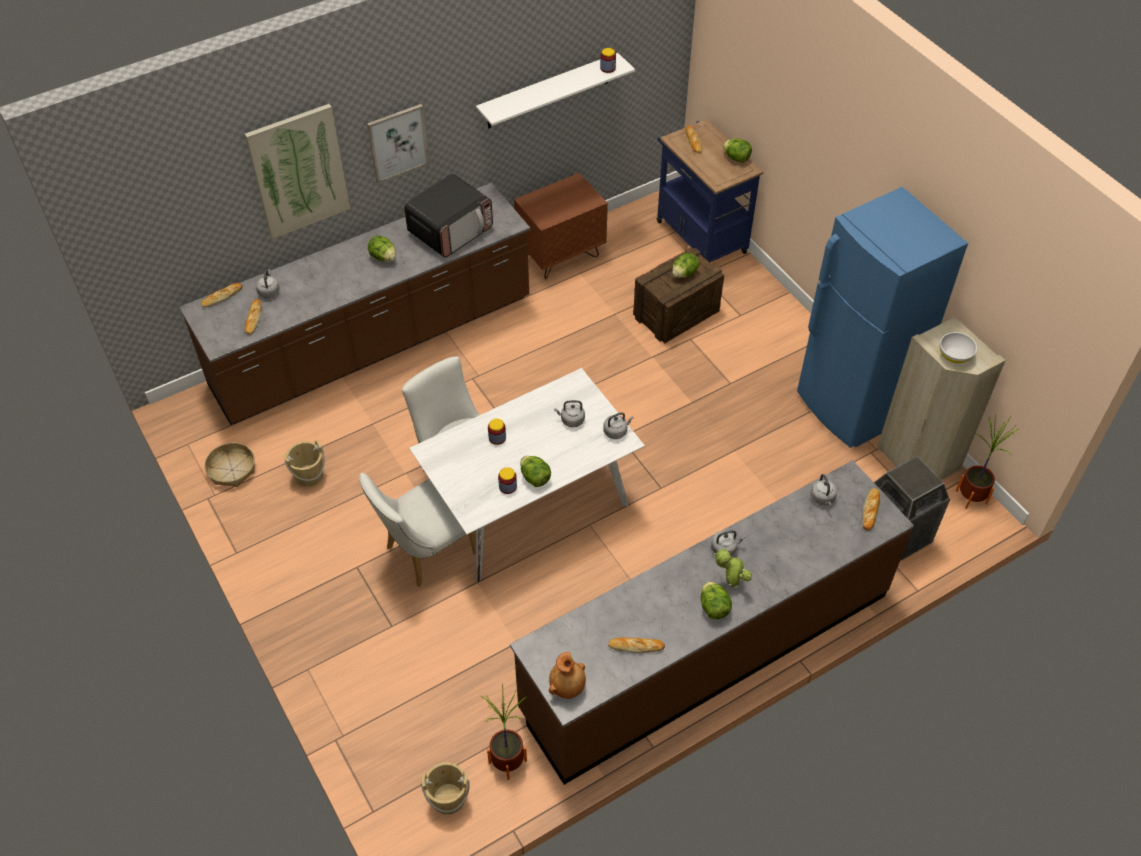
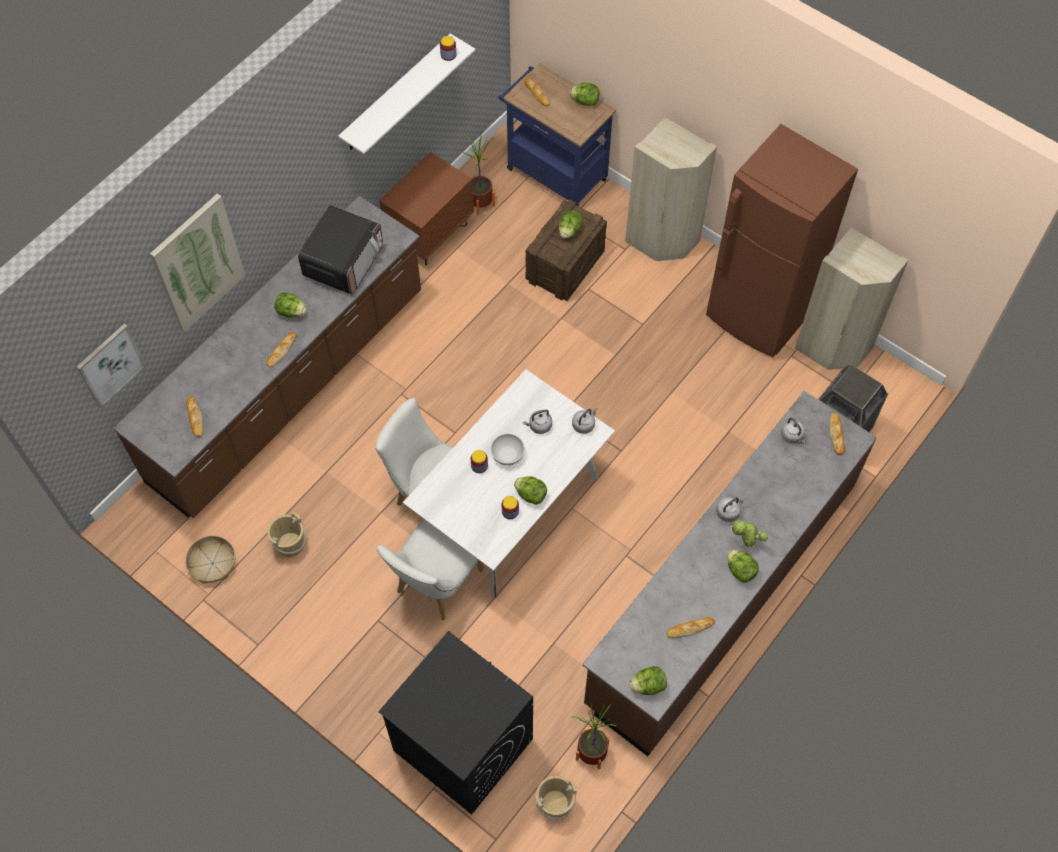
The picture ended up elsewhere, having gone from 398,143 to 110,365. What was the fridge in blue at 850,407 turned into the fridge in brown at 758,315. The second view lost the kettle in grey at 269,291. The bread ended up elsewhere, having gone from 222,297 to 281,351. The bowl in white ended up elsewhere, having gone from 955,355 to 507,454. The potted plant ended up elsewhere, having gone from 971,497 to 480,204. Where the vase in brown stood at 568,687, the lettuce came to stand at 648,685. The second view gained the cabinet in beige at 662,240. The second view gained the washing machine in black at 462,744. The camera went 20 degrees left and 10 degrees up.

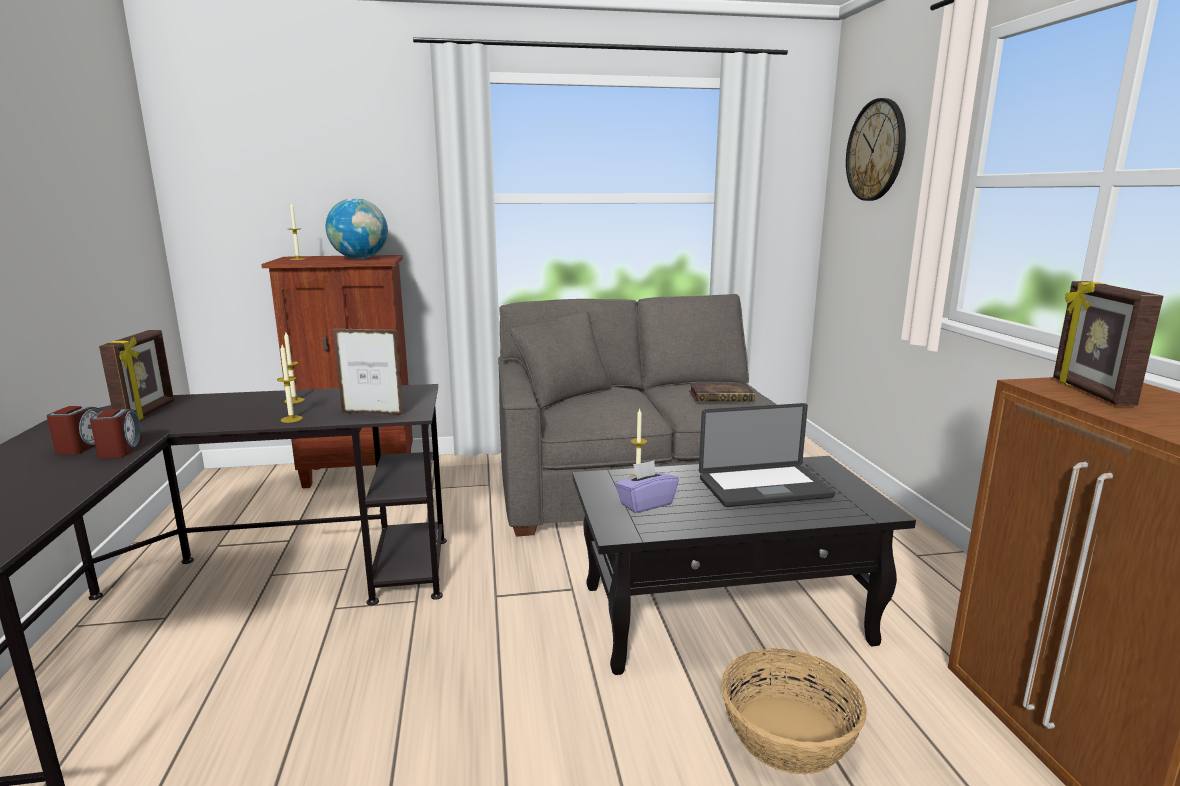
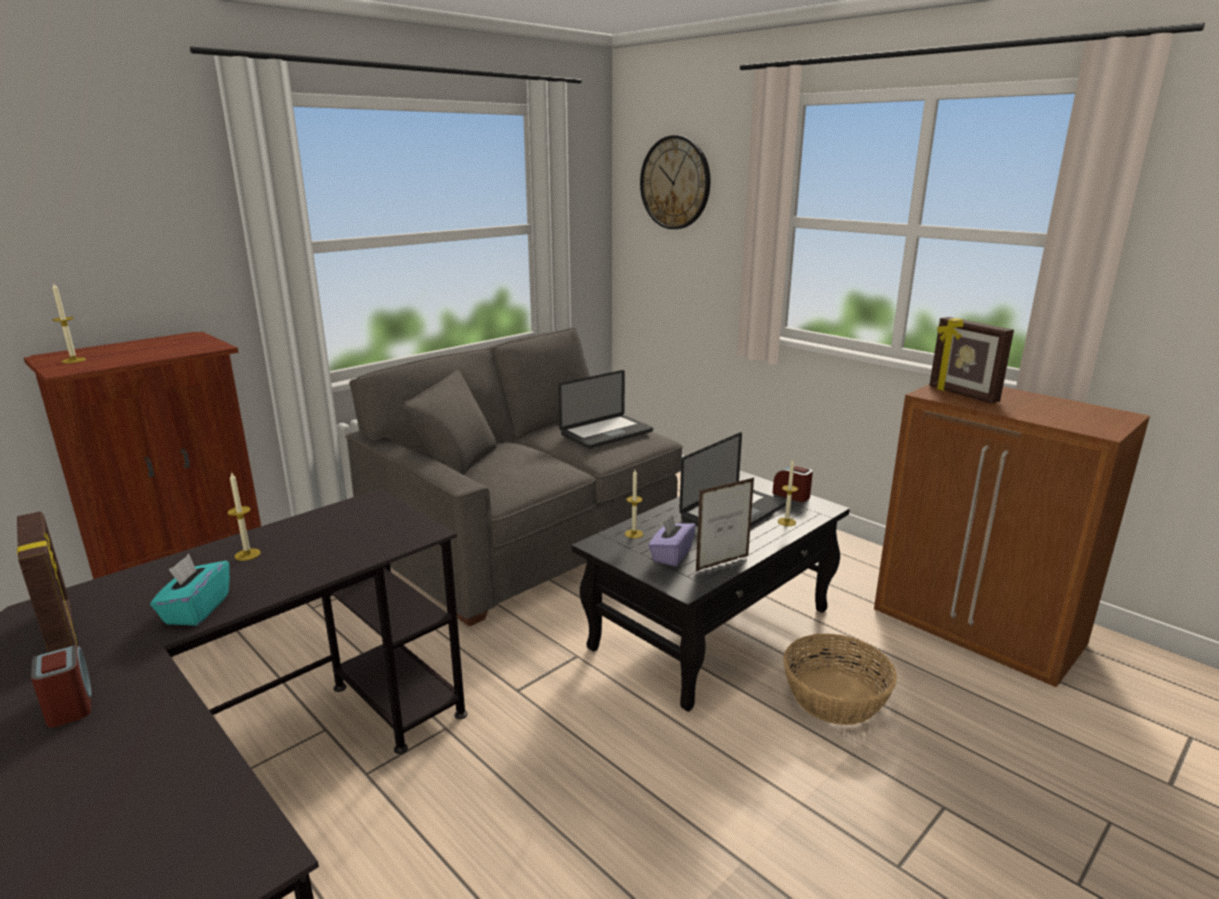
The second view lost the globe at 360,258. The picture frame ended up elsewhere, having gone from 372,414 to 722,563. The candle ended up elsewhere, having gone from 291,419 to 786,522. Where the book stood at 722,396, the laptop came to stand at 606,433. The alarm clock ended up elsewhere, having gone from 120,449 to 792,495. The second view gained the tissue box in turquoise at 196,610. The camera went 35 degrees left and 5 degrees up.

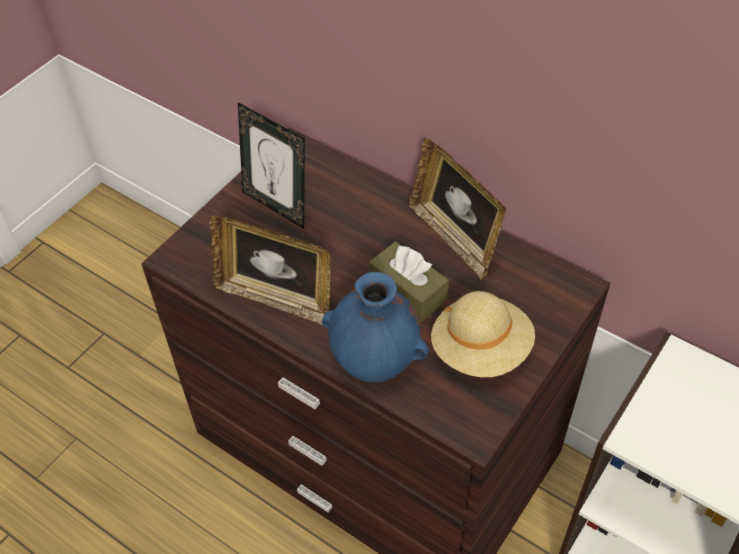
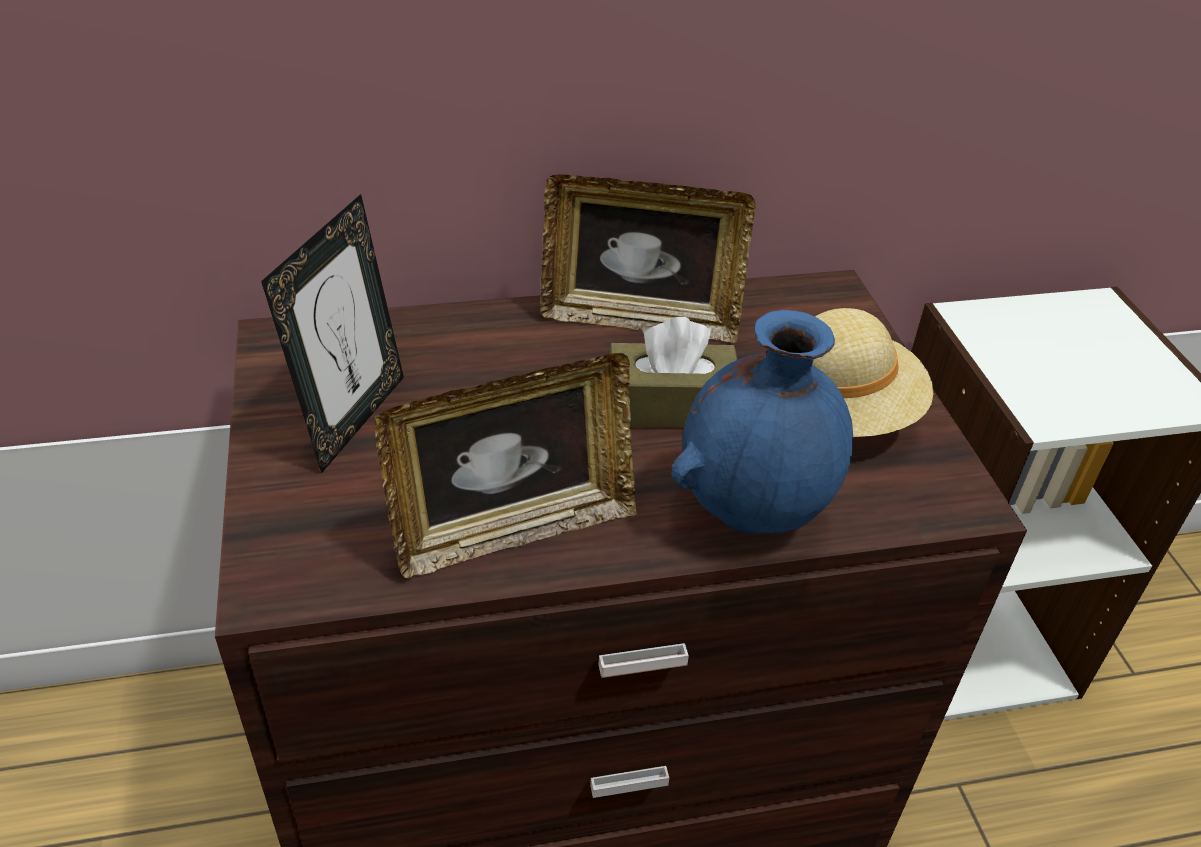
The picture frame at 277,206 ended up facing another way, 60 degrees counterclockwise from before. The camera went 50 degrees left and 10 degrees down.

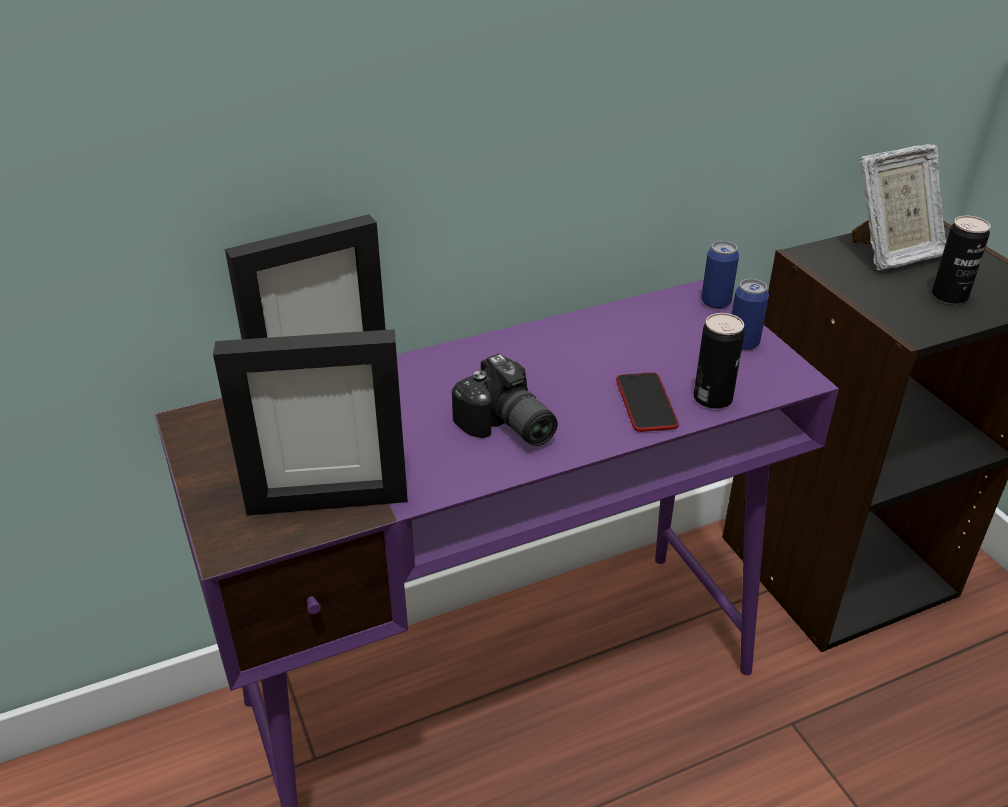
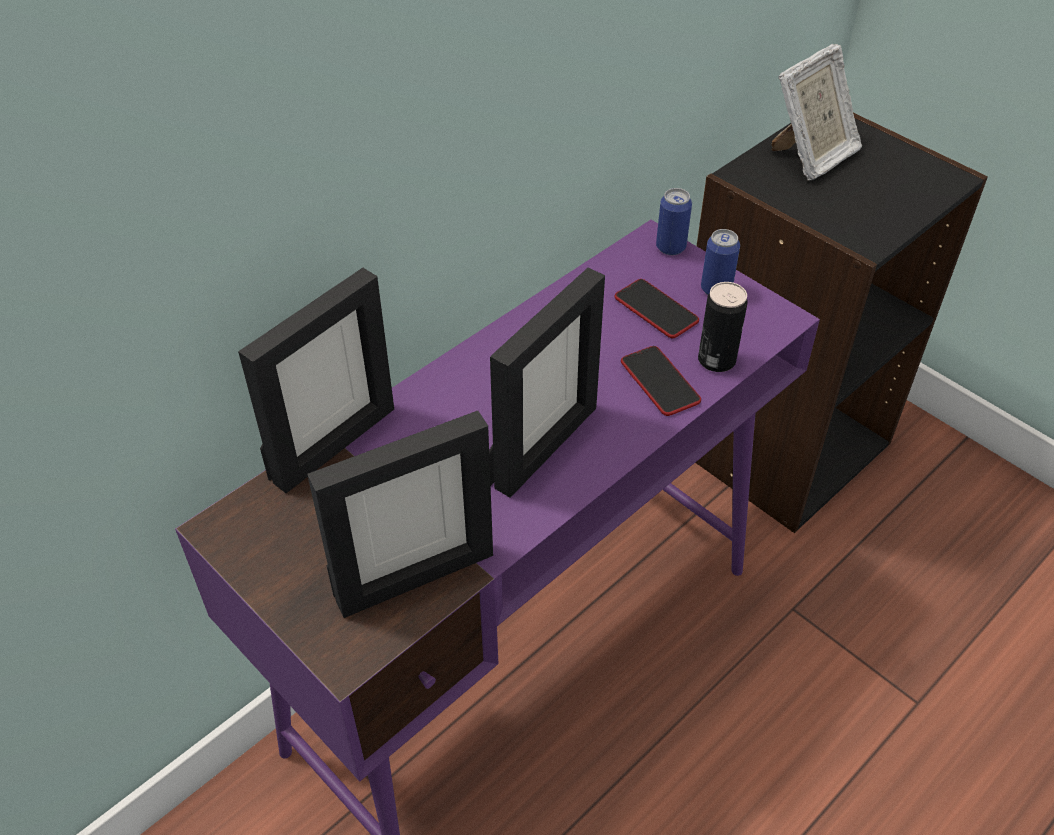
The second view lost the can at 949,296. Where the photo camera stood at 506,428, the picture frame came to stand at 544,445. The second view gained the phone at 656,310. The camera went 20 degrees left and 10 degrees up.

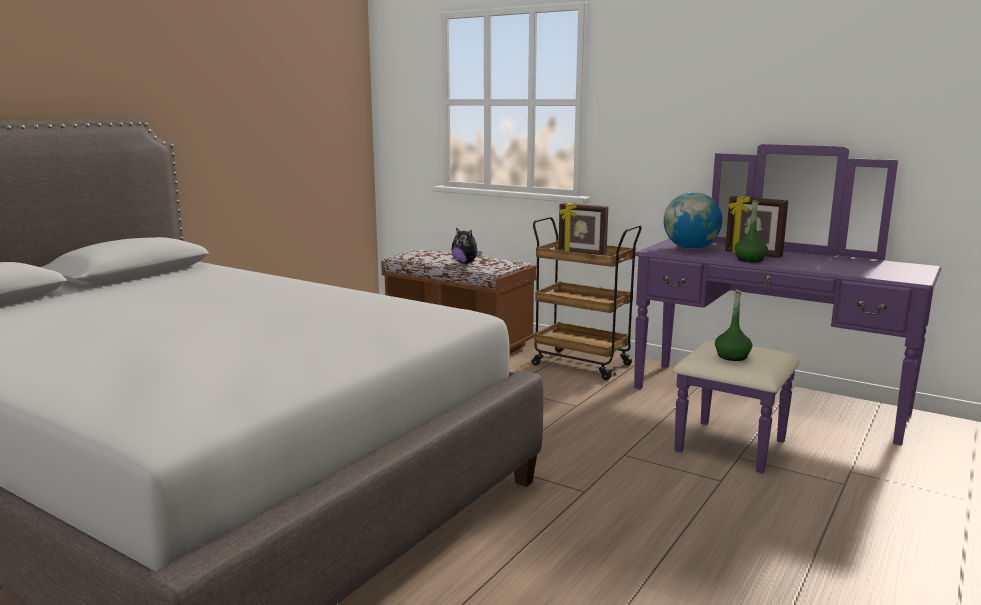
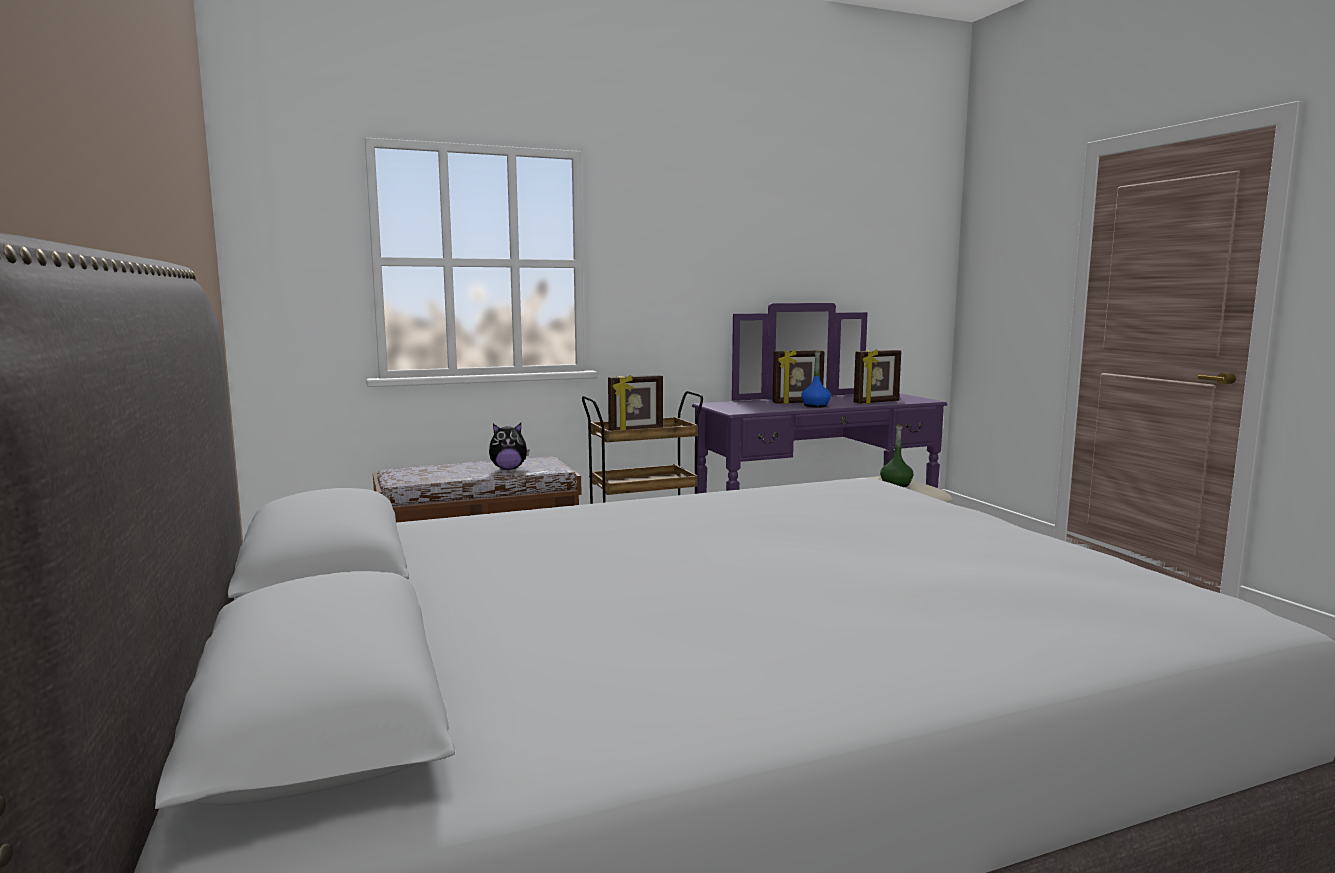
The second view lost the globe at 690,248. What was the bottle in green at 749,260 turned into the bottle in blue at 815,406. The second view gained the picture frame at 877,402. The camera went 55 degrees left and 5 degrees down.

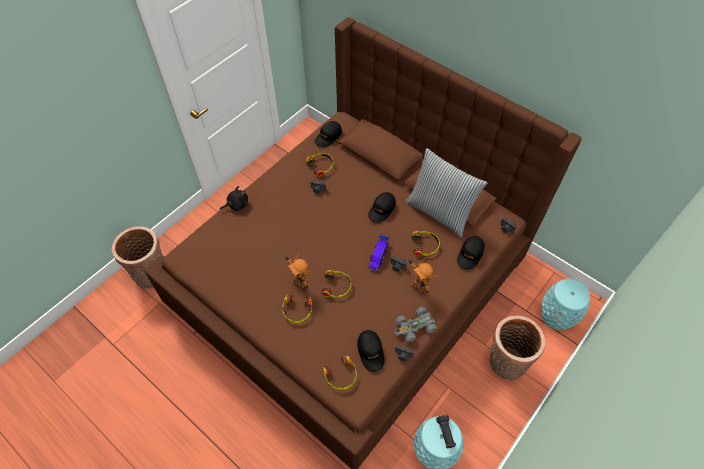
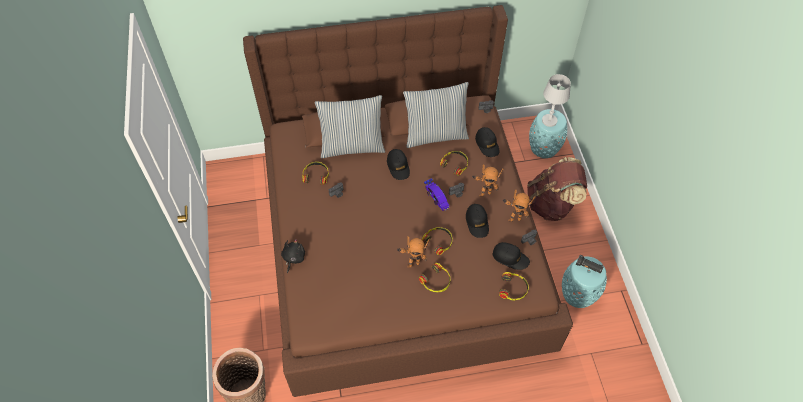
The cap in black ended up elsewhere, having gone from 328,137 to 477,223. Where the toy car in grey stood at 414,327, the toy robot came to stand at 514,218. Where the basket stood at 504,363, the backpack in brown came to stand at 551,204. The second view gained the table lamp in white at 549,120. The second view gained the pillow at 352,146. The camera went 50 degrees left and 0 degrees up.

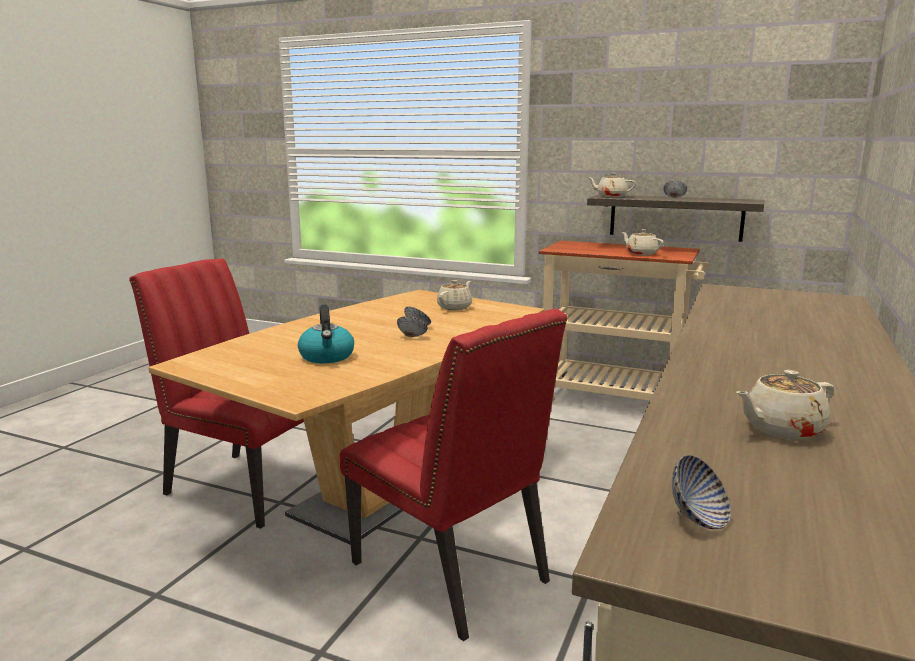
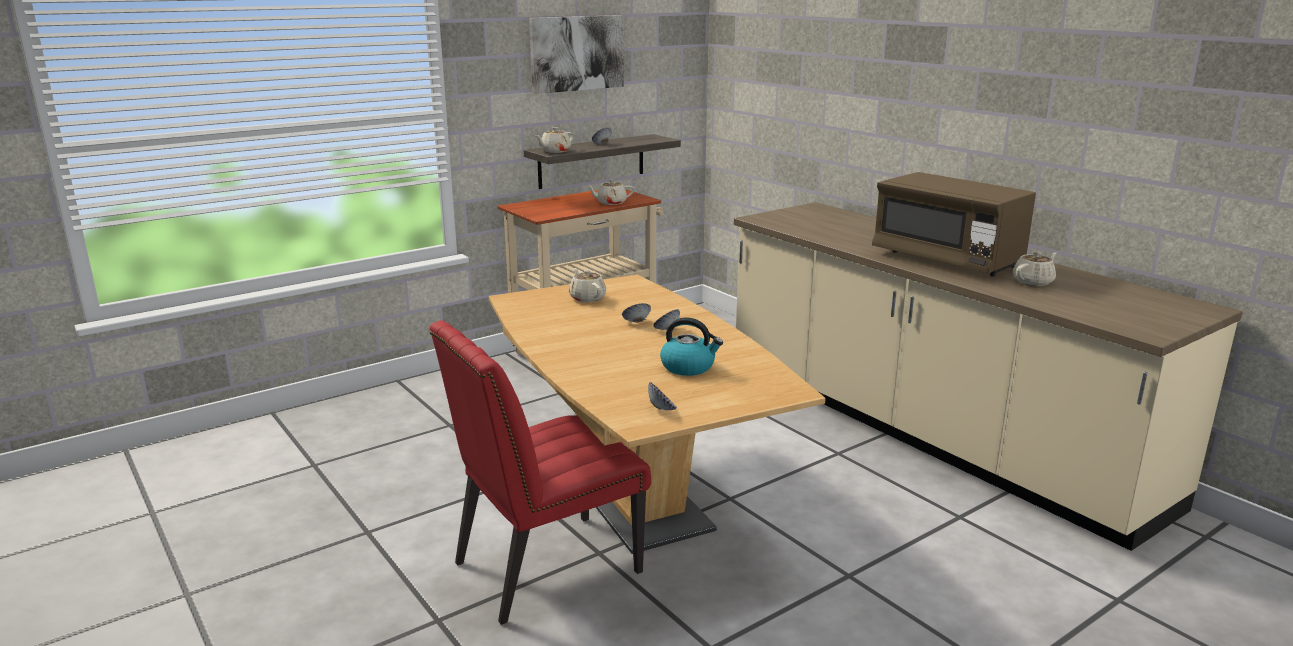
The second view lost the chair in red at 448,571. The teapot in beige at 781,429 ended up facing another way, 135 degrees counterclockwise from before. The bowl ended up elsewhere, having gone from 698,518 to 662,409. The second view gained the picture at 577,53. The second view gained the microwave in brown at 946,260. The camera went 60 degrees left and 5 degrees up.

